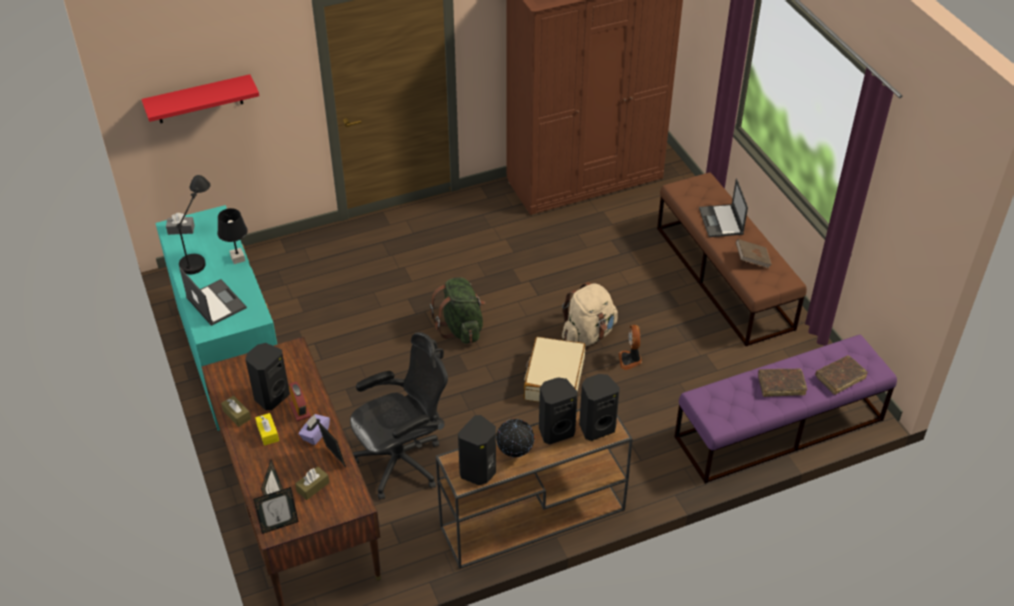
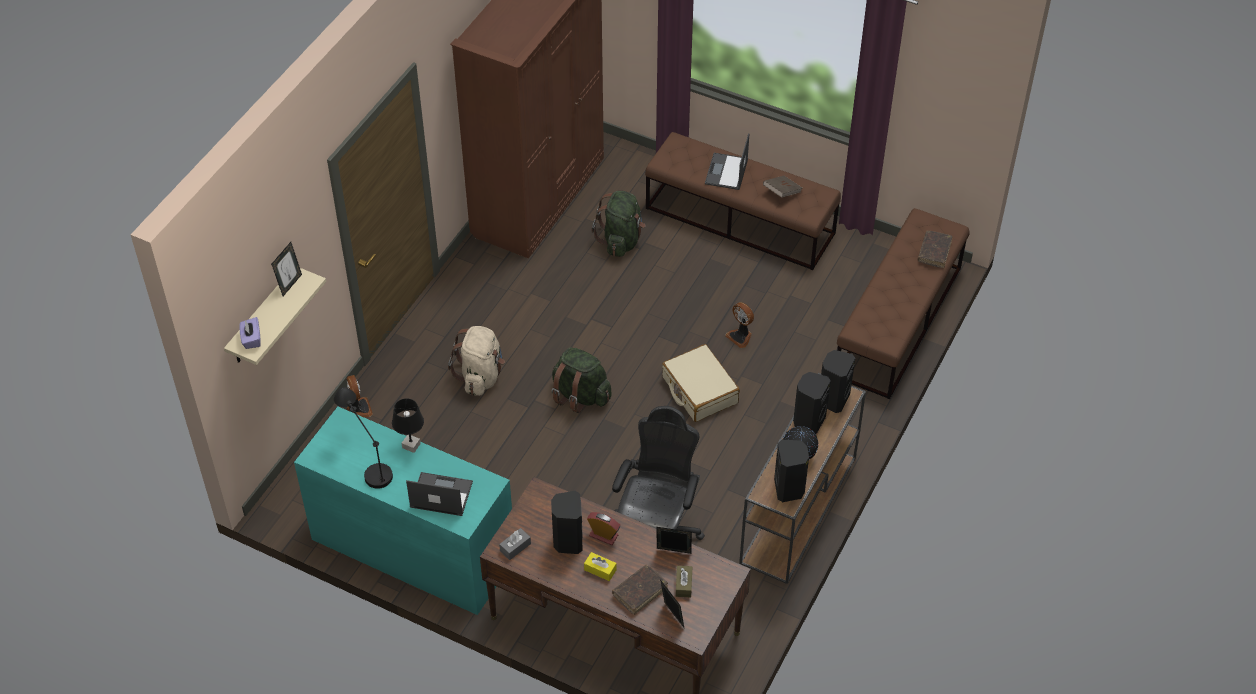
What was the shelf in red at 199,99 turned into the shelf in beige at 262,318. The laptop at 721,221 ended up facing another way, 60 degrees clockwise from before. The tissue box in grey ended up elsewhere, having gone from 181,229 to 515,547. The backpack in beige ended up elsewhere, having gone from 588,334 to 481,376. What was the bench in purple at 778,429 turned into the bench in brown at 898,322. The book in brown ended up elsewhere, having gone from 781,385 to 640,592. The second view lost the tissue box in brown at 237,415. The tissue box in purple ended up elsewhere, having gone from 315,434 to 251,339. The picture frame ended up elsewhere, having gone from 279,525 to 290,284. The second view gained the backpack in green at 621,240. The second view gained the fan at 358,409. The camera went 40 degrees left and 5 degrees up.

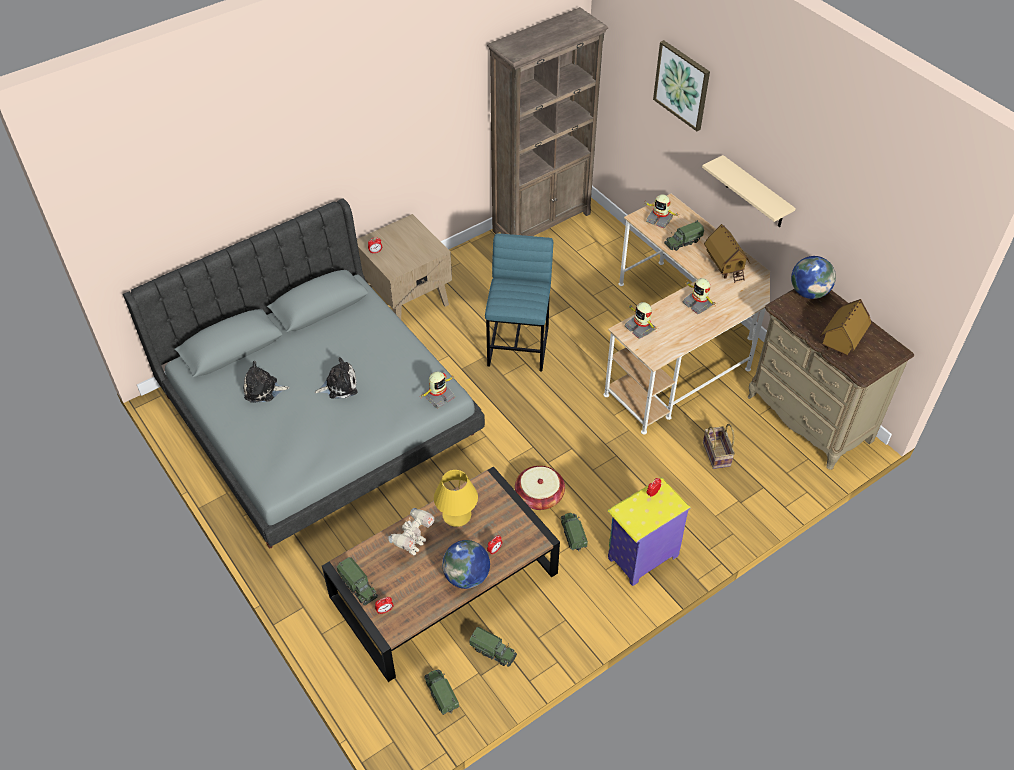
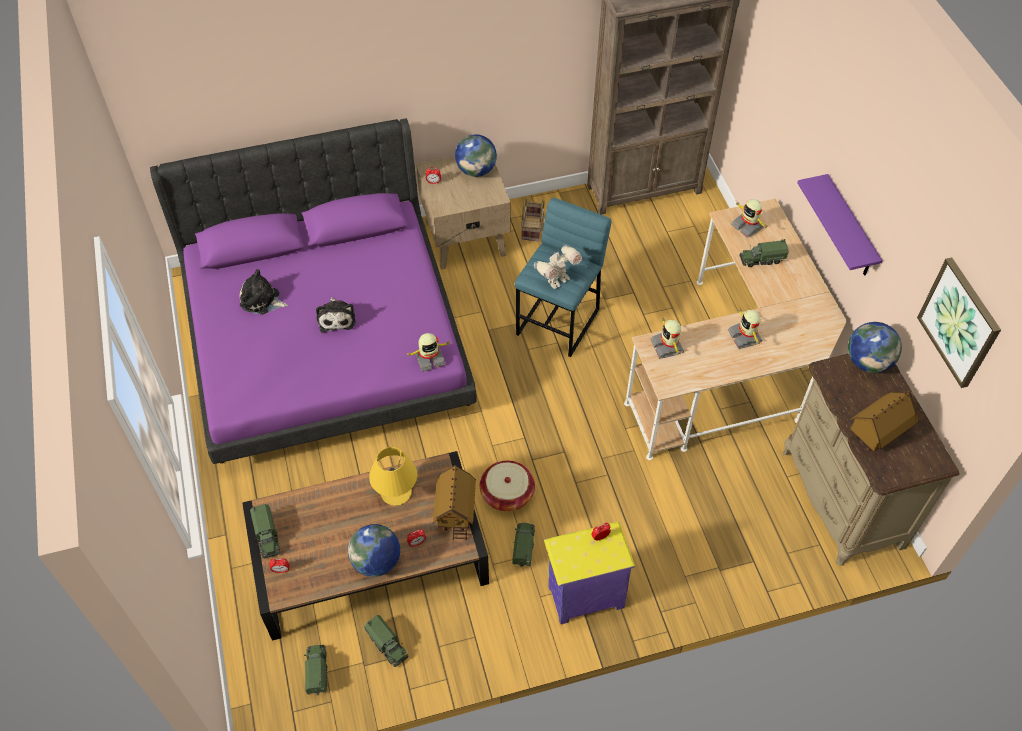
The picture ended up elsewhere, having gone from 682,85 to 960,322. What was the shelf in beige at 755,193 turned into the shelf in purple at 849,229. What was the bed in grey at 319,416 turned into the bed in purple at 326,339. The toy house ended up elsewhere, having gone from 724,266 to 455,512. The plush toy at 339,385 ended up facing another way, 75 degrees clockwise from before. The basket ended up elsewhere, having gone from 717,454 to 533,229. The toy robot ended up elsewhere, having gone from 413,544 to 557,280. The second view gained the globe at 476,170. The camera went 20 degrees right and 5 degrees up.

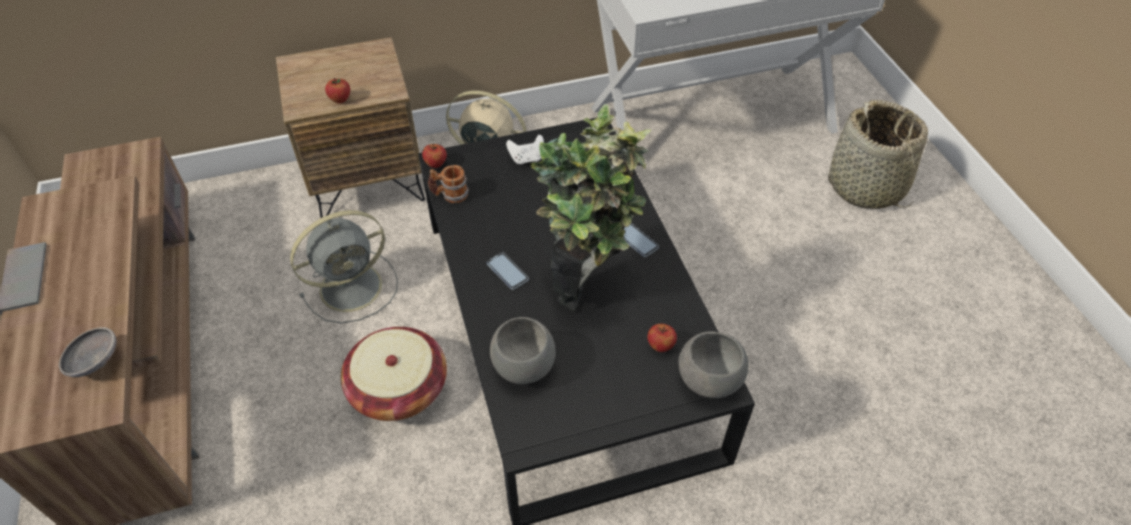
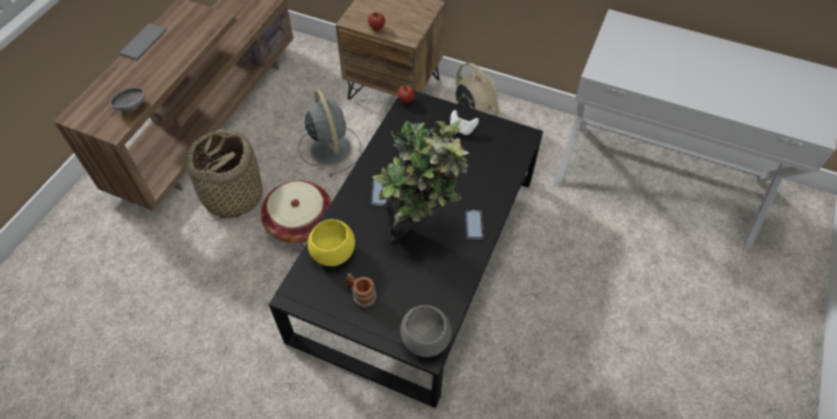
The basket ended up elsewhere, having gone from 866,187 to 232,196. The mug ended up elsewhere, having gone from 449,195 to 361,295. The fan in grey at 353,286 ended up facing another way, 120 degrees counterclockwise from before. What was the bowl in grey at 523,367 turned into the bowl in yellow at 332,253. The second view lost the apple at 660,345. The camera went 40 degrees right and 5 degrees up.

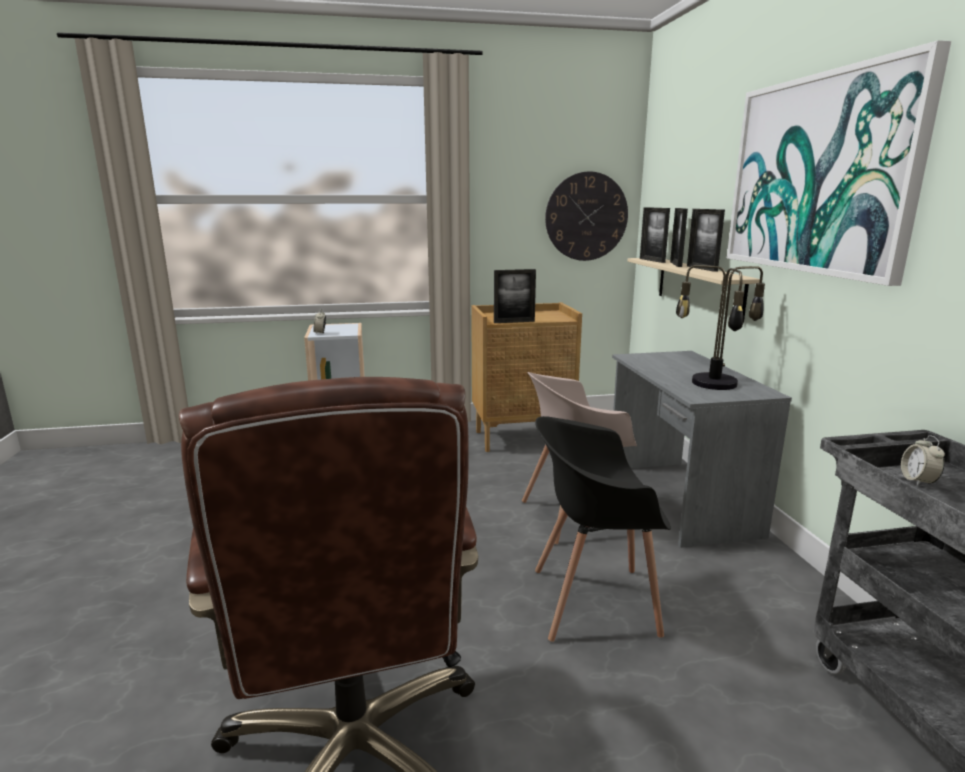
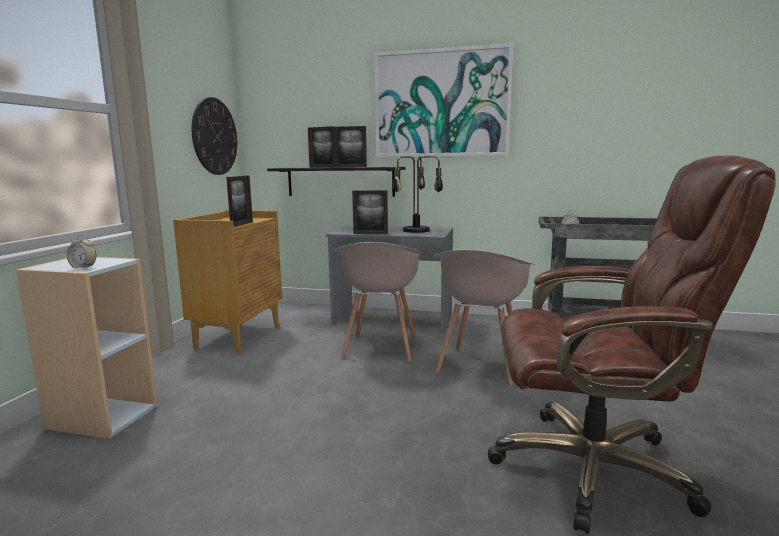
The picture frame ended up elsewhere, having gone from 652,260 to 370,233. What was the shelf in beige at 699,287 turned into the shelf in black at 340,181. What was the chair in black at 592,602 turned into the chair in beige at 480,366. The camera went 65 degrees left and 5 degrees down.

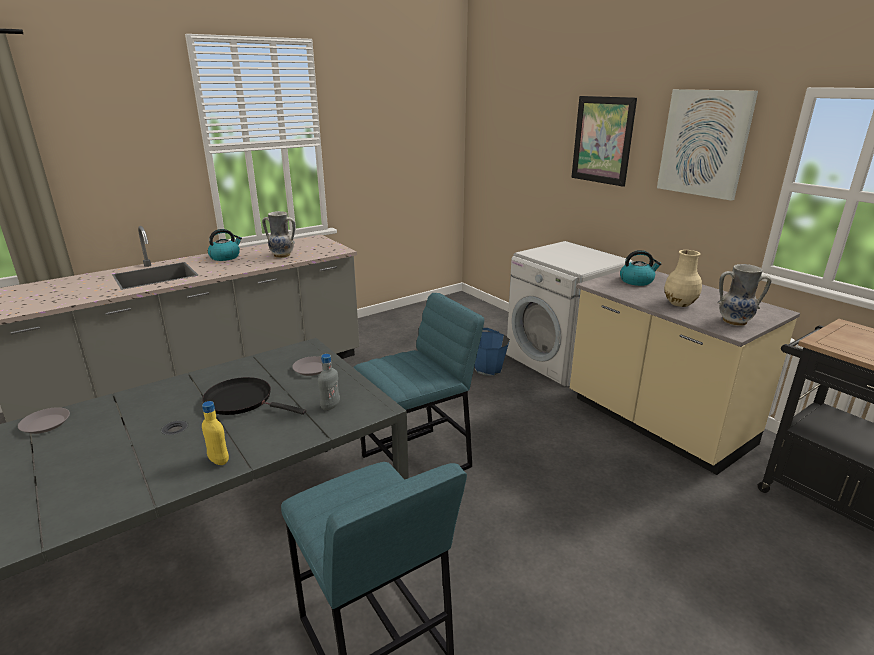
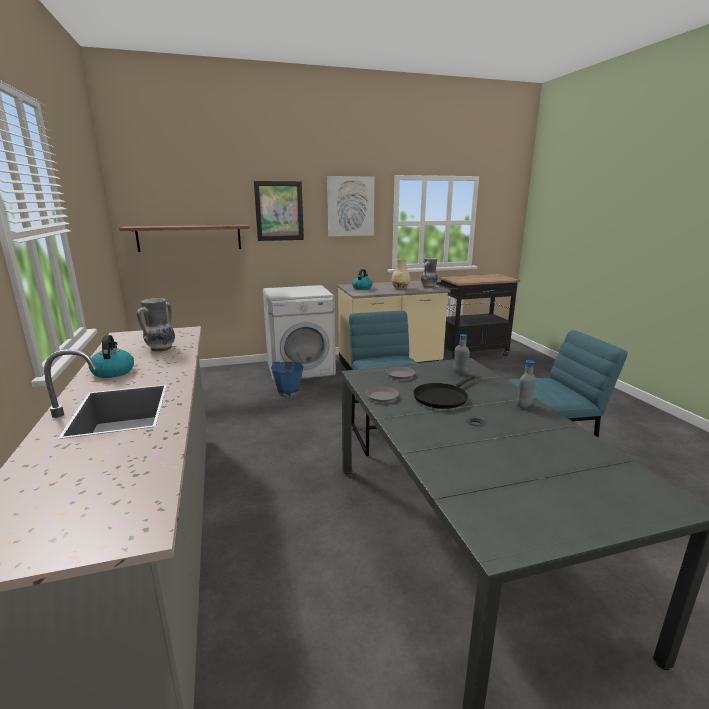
What was the bottle in yellow at 219,460 turned into the bottle in grey at 524,406. The plate in grey ended up elsewhere, having gone from 45,424 to 382,397. The second view gained the shelf at 189,238. The camera went 70 degrees left and 5 degrees down.

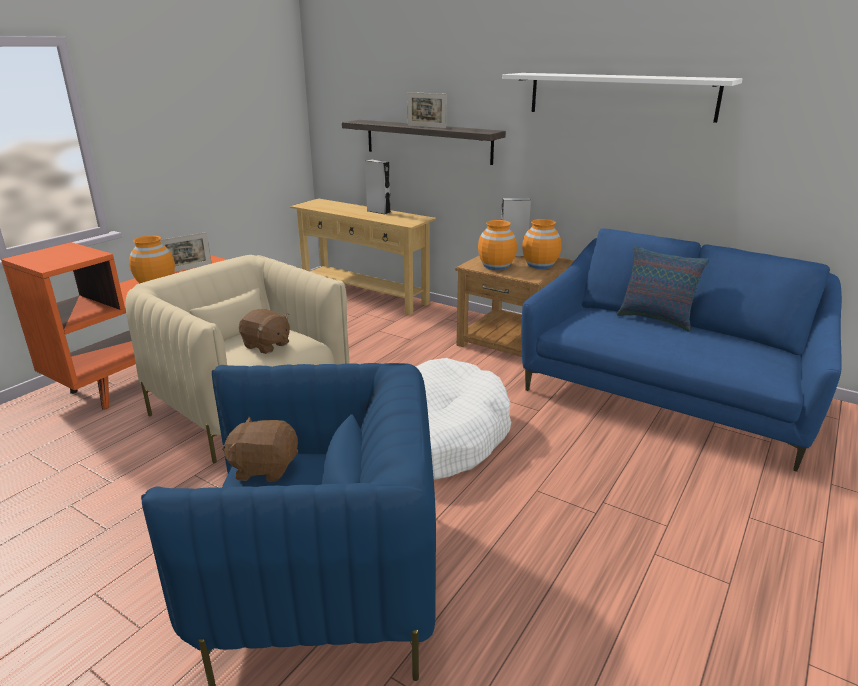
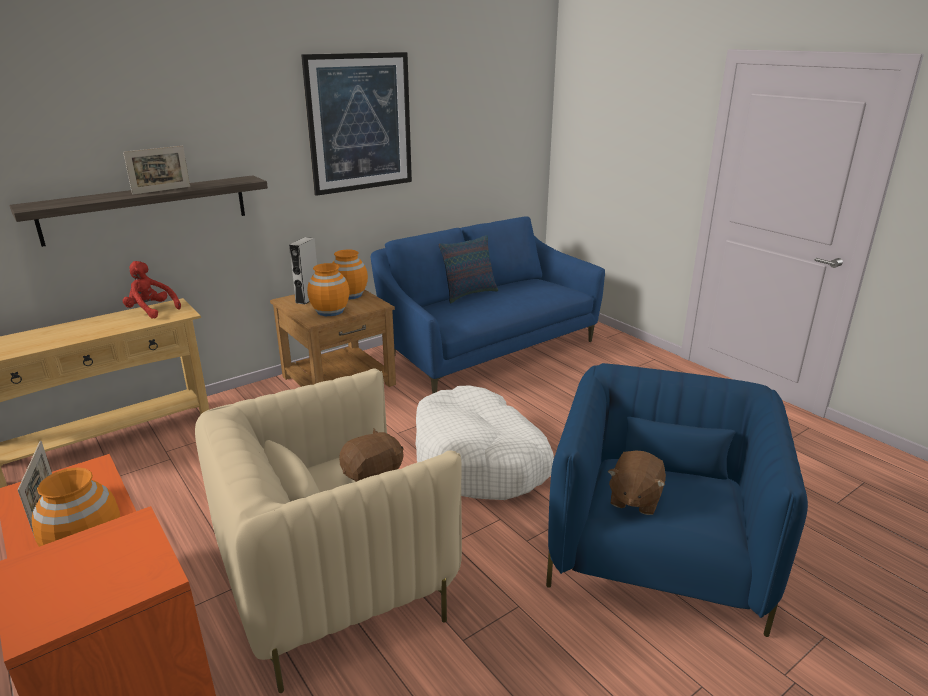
Where the shelf in white hung at 620,96, the picture came to hang at 360,123. The second view lost the speaker in grey at 378,211. The second view gained the plush toy in red at 151,311. The camera went 70 degrees left and 0 degrees up.

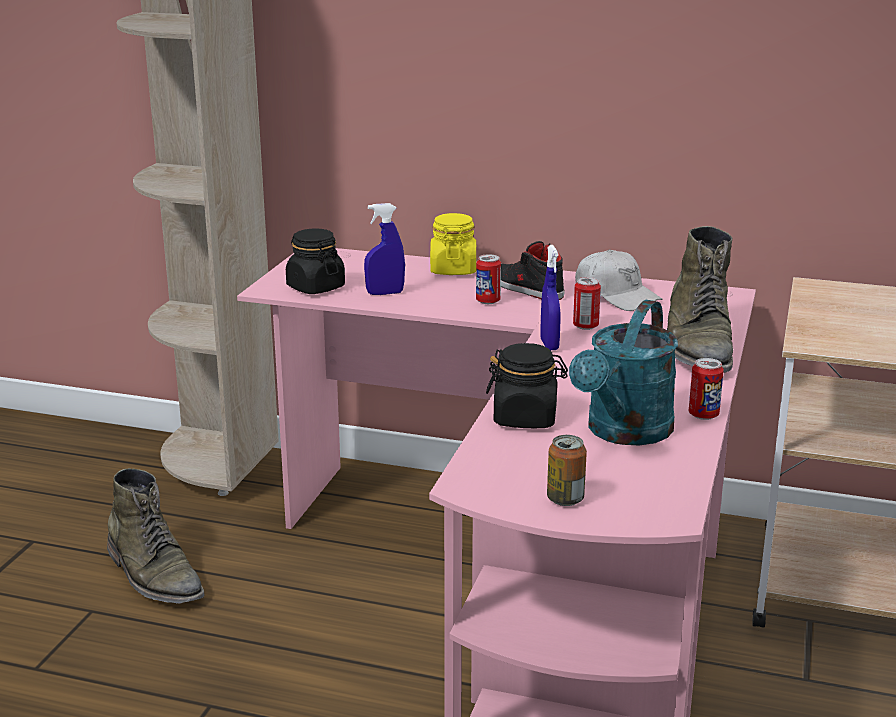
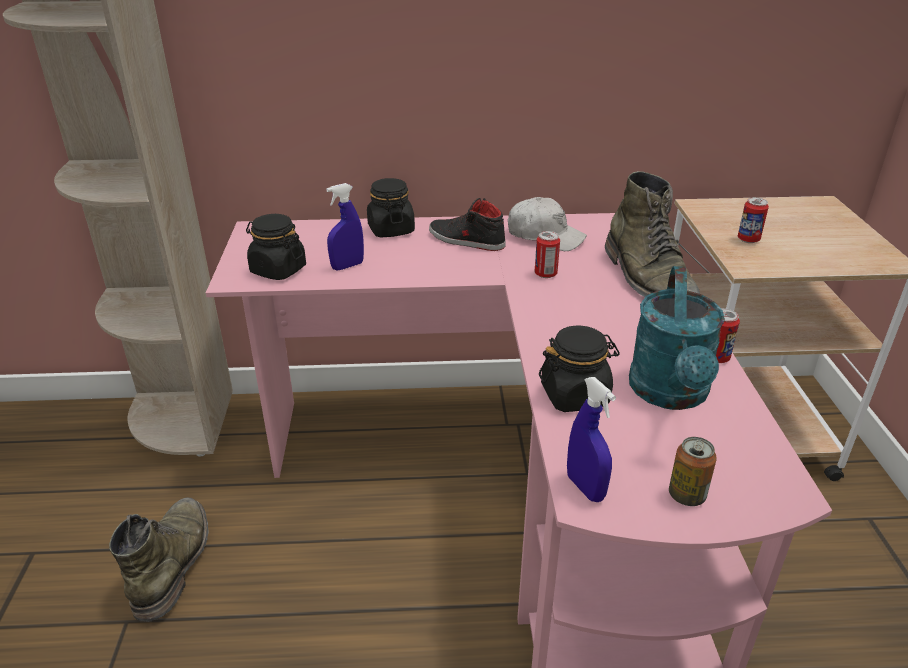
What was the jar in yellow at 453,270 turned into the jar in black at 391,230. The spray bottle in blue ended up elsewhere, having gone from 549,345 to 585,488. The can ended up elsewhere, having gone from 488,301 to 748,240. The boot in green at 154,575 ended up facing another way, 120 degrees counterclockwise from before. The camera went 20 degrees left and 10 degrees up.

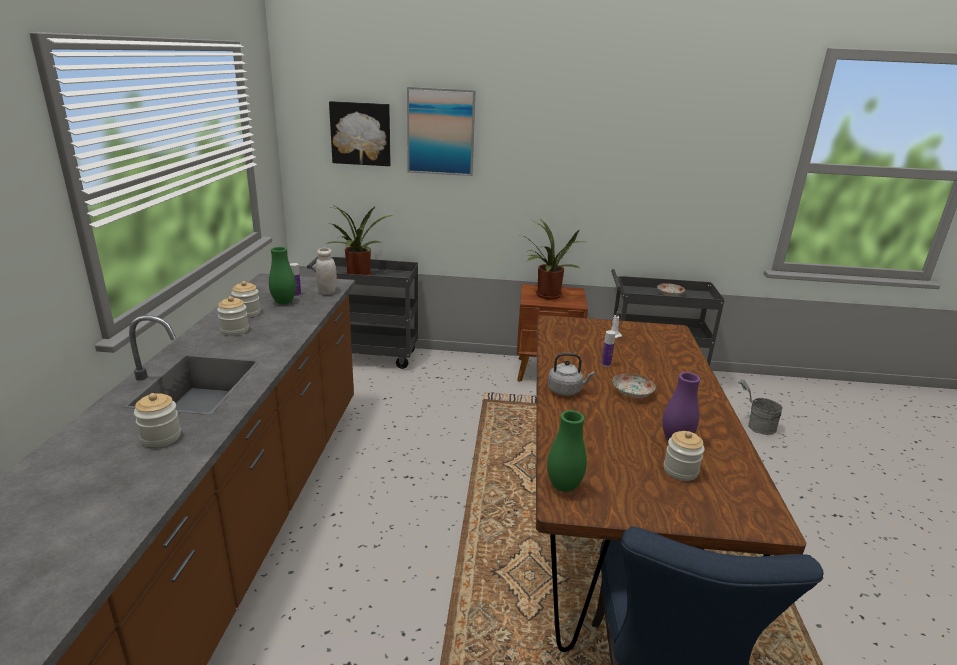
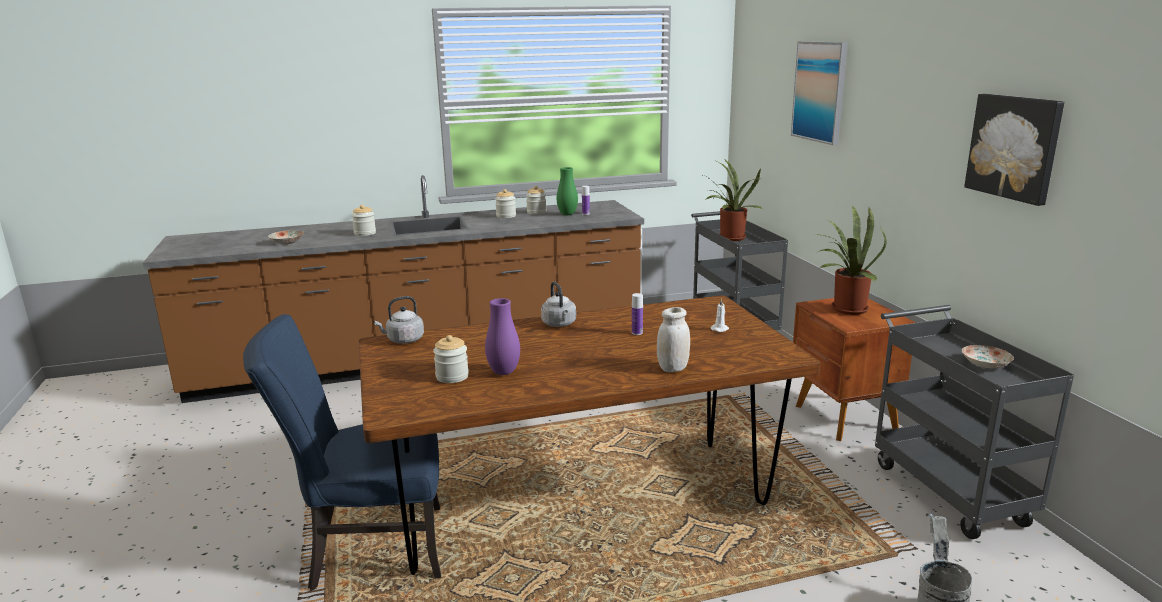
The picture ended up elsewhere, having gone from 361,133 to 1015,147. The jar in white ended up elsewhere, having gone from 327,292 to 673,368. The plate ended up elsewhere, having gone from 632,393 to 287,242. Where the vase in green stood at 564,486, the kettle in grey came to stand at 403,340. The camera went 70 degrees right and 5 degrees down.

